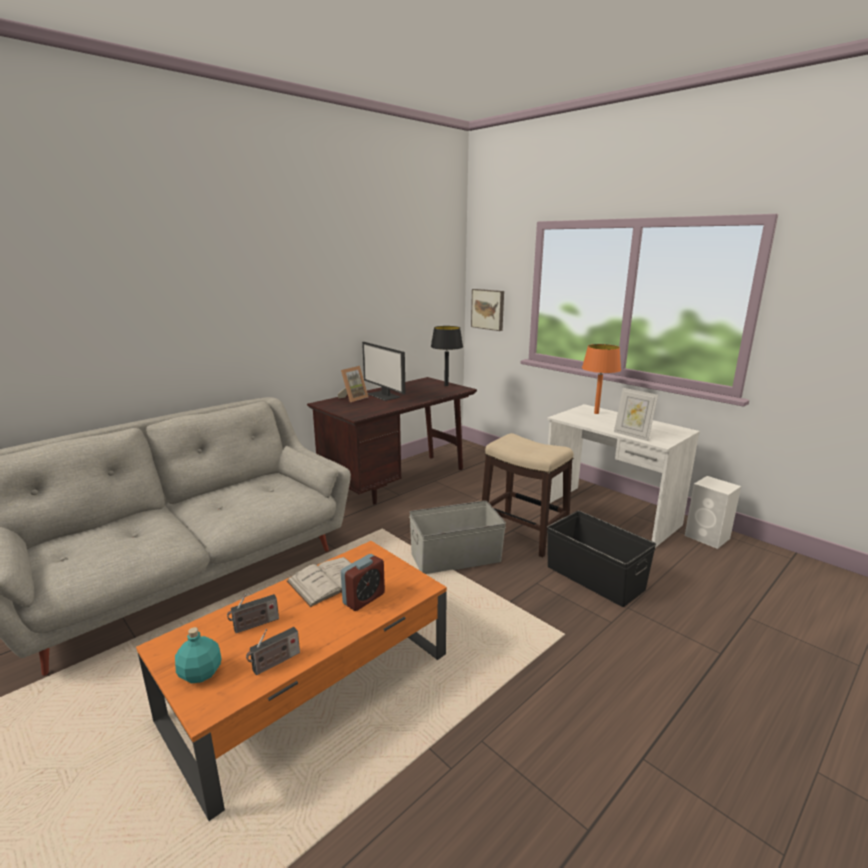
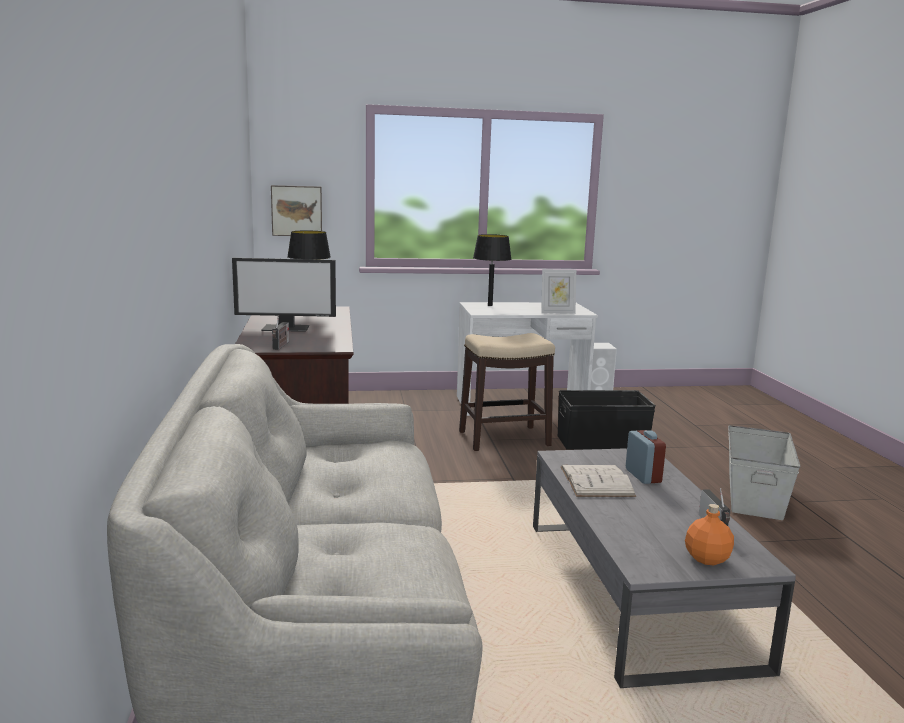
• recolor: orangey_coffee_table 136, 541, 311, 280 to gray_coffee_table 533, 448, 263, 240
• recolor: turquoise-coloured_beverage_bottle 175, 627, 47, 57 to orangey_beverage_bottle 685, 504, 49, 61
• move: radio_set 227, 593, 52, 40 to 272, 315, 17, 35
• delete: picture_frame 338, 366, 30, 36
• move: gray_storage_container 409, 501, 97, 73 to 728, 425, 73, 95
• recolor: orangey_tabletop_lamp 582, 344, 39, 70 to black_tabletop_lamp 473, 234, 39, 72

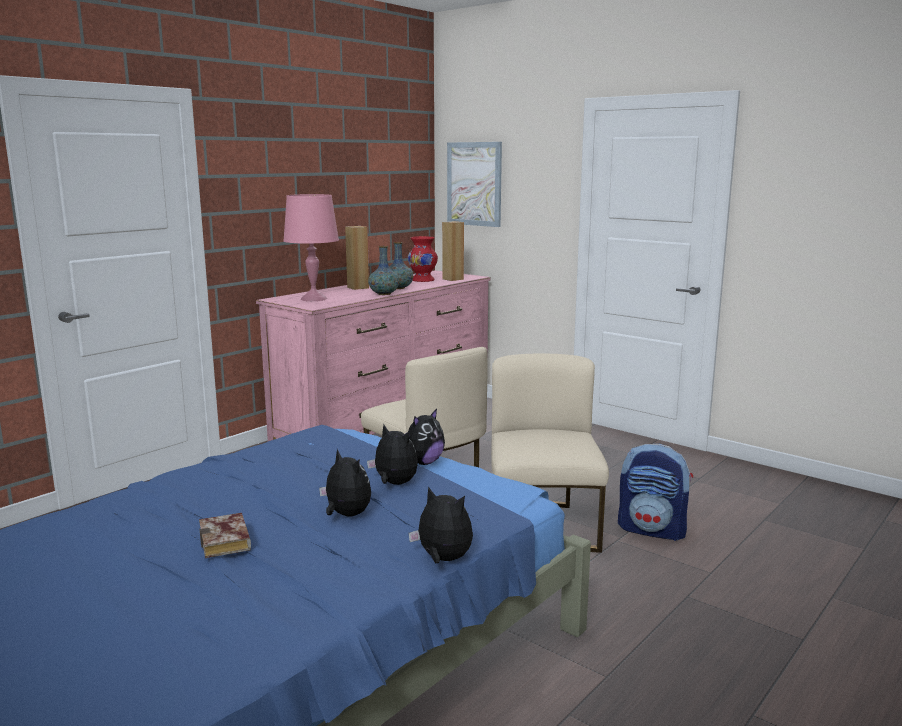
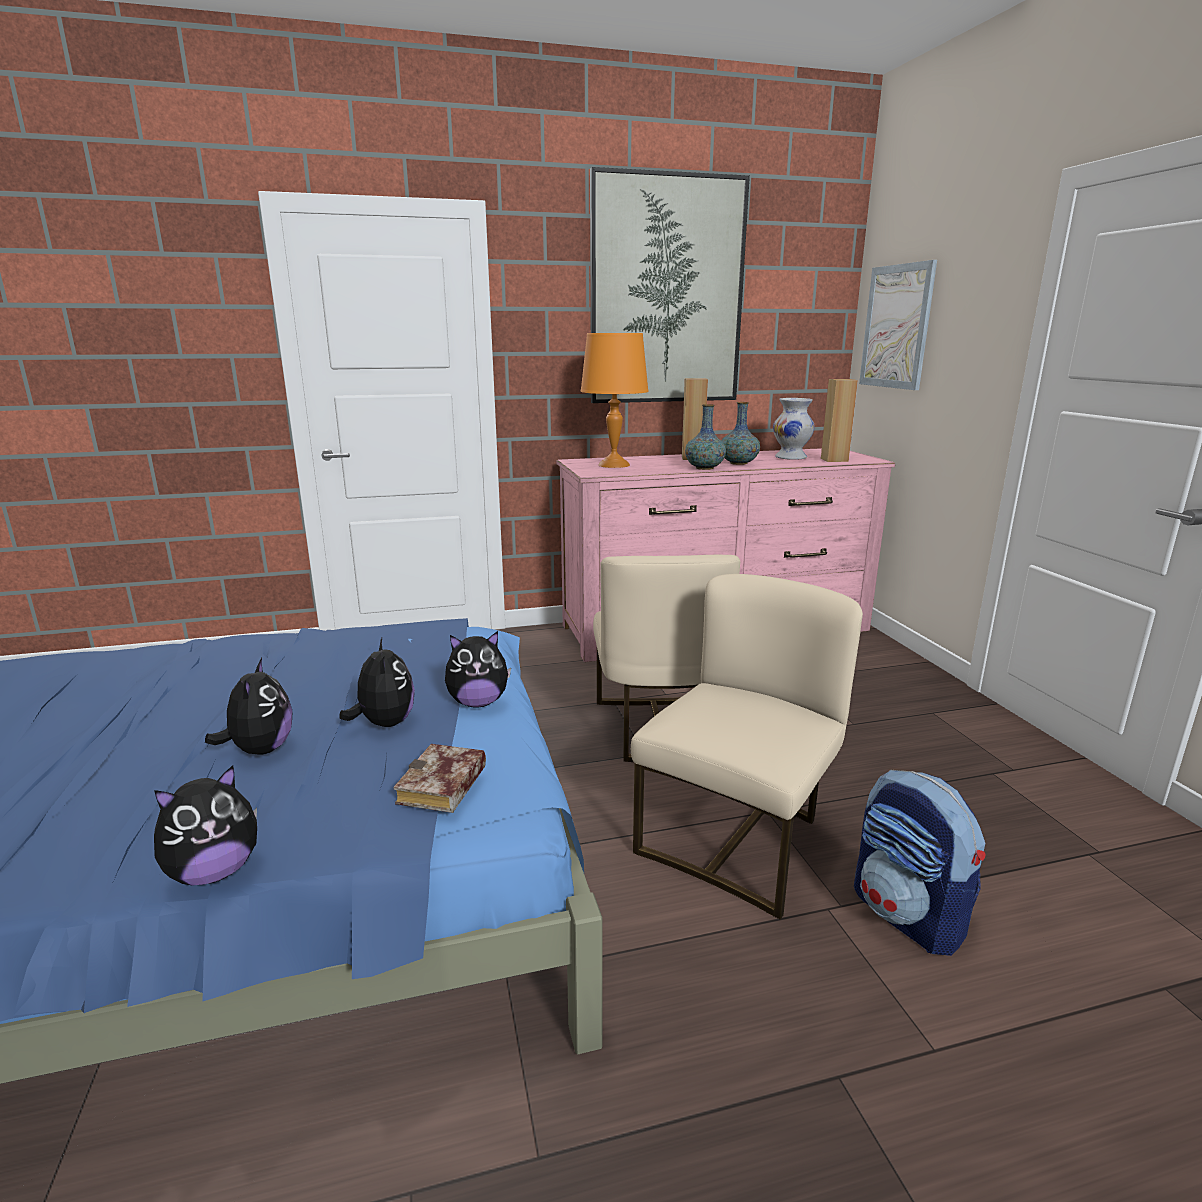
• move: book 199, 513, 52, 45 to 393, 744, 93, 69
• recolor: pink_tabletop_lamp 283, 194, 56, 107 to orangey_tabletop_lamp 580, 333, 69, 135
• recolor: reddish_flower_vase 408, 236, 30, 46 to white-coloured_flower_vase 773, 398, 42, 62
• rotate: soft_toy 408, 486, 65, 78 = 154, 765, 103, 121 75 degrees clockwise
• insert: wall_art 590, 167, 160, 236

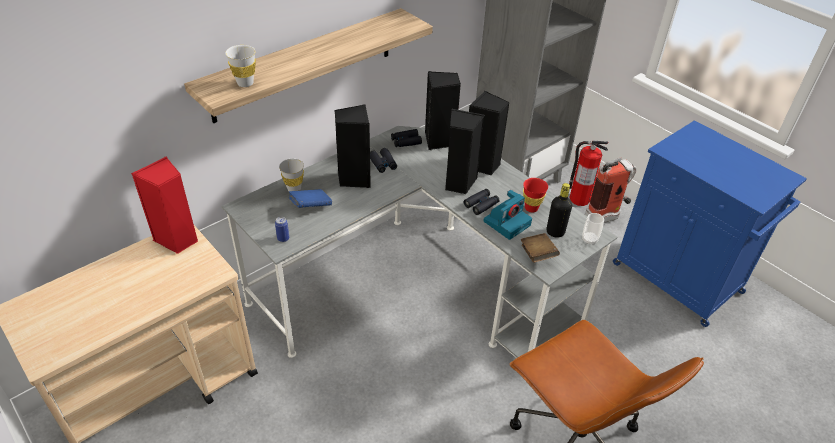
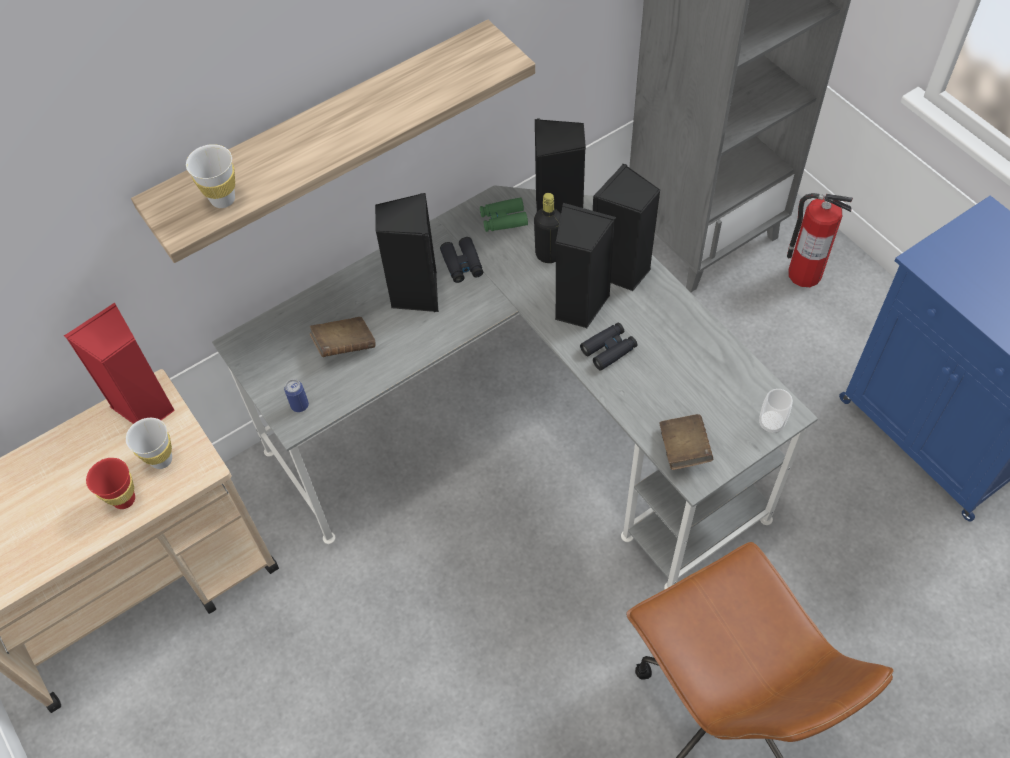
• move: white-coloured_cup 279, 159, 25, 32 to 126, 418, 46, 51
• recolor: bluish_book 288, 189, 44, 19 to brownish_book 310, 317, 65, 40
• recolor: black_field_glasses 391, 129, 31, 18 to green_field_glasses 480, 197, 48, 35
• delete: still_camera 483, 190, 49, 50
• move: reddish_cup 523, 178, 25, 34 to 86, 458, 49, 51
• move: black_beverage_bottle 547, 183, 25, 55 to 534, 193, 27, 70
• delete: fire_extinguisher 585, 157, 52, 66

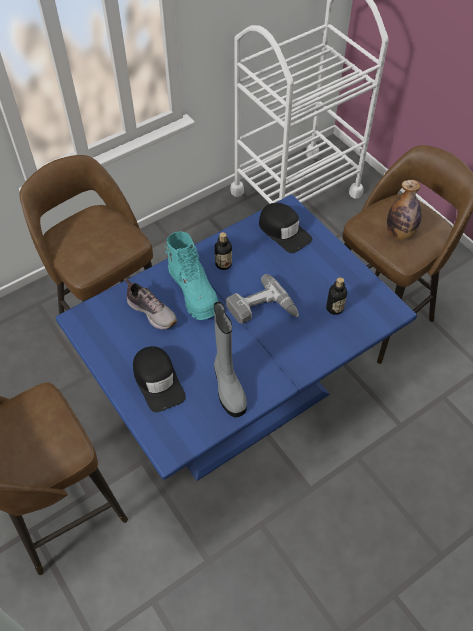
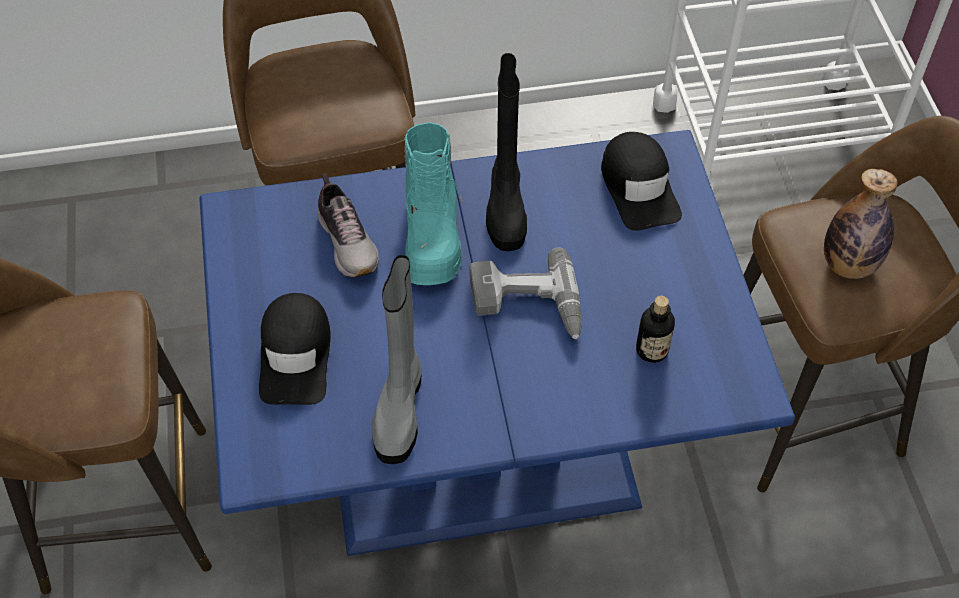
• replace: beverage_bottle 215, 232, 17, 38 to black_high-top_boot 486, 53, 41, 198

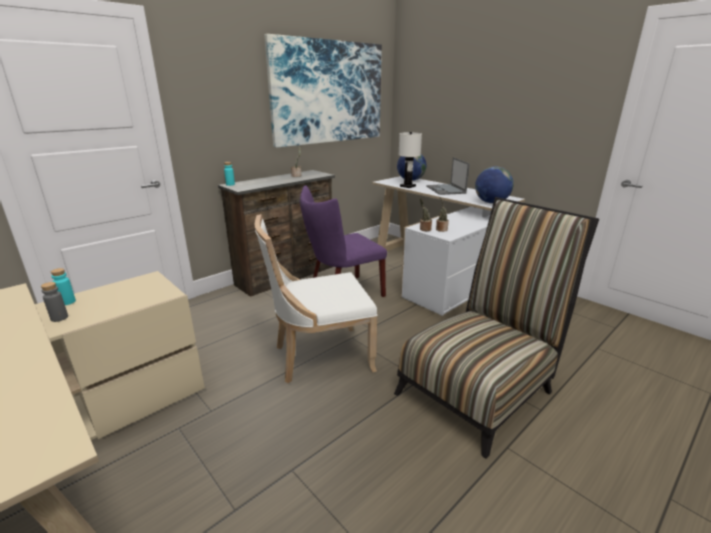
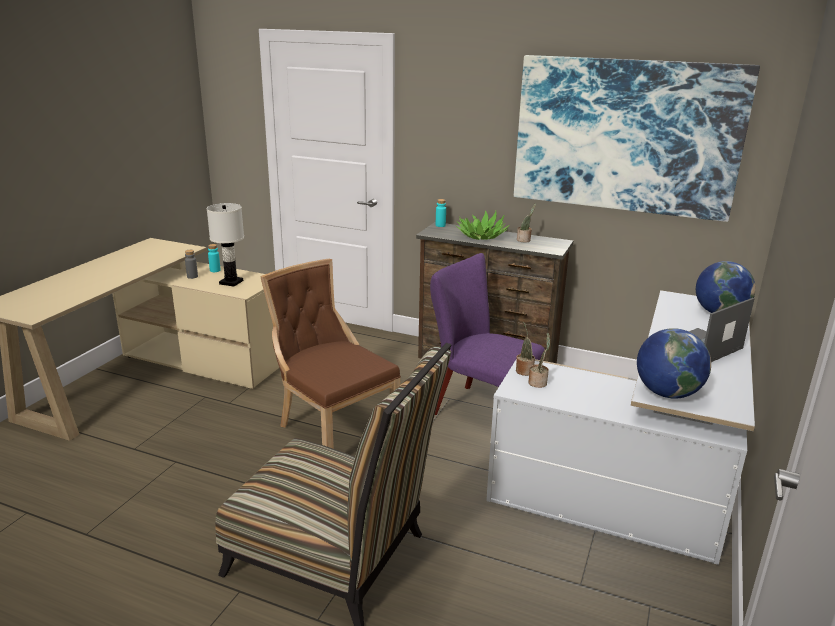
• recolor: white-coloured_plain_chair 255, 214, 123, 169 to brownish_plain_chair 260, 259, 141, 190
• move: white-coloured_tabletop_lamp 398, 132, 24, 56 to 207, 203, 37, 84
• insert: potted_plant 455, 210, 54, 30

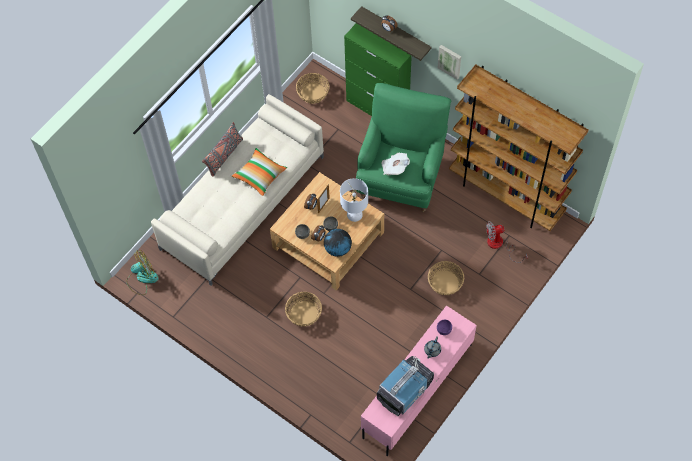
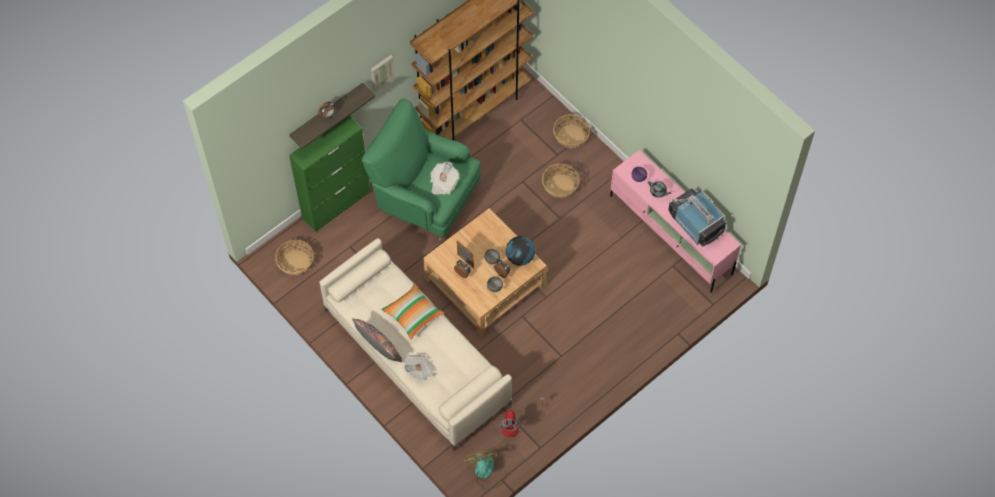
• move: household_basket 285, 292, 37, 35 to 553, 114, 37, 34
• delete: white-coloured_tabletop_lamp 340, 178, 28, 44
• move: cooling_fan 486, 221, 42, 42 to 499, 398, 46, 39
• insert: newspaper 403, 355, 34, 25

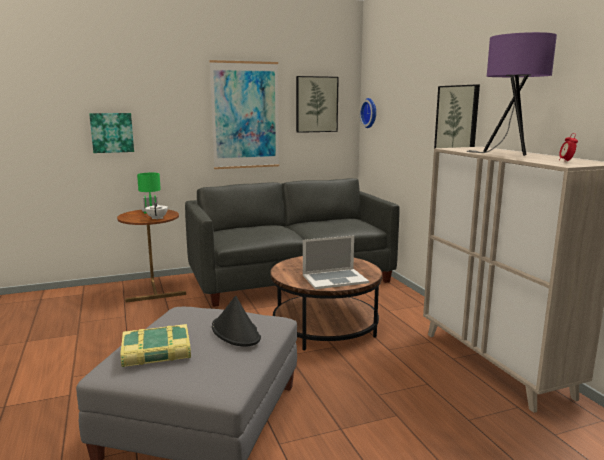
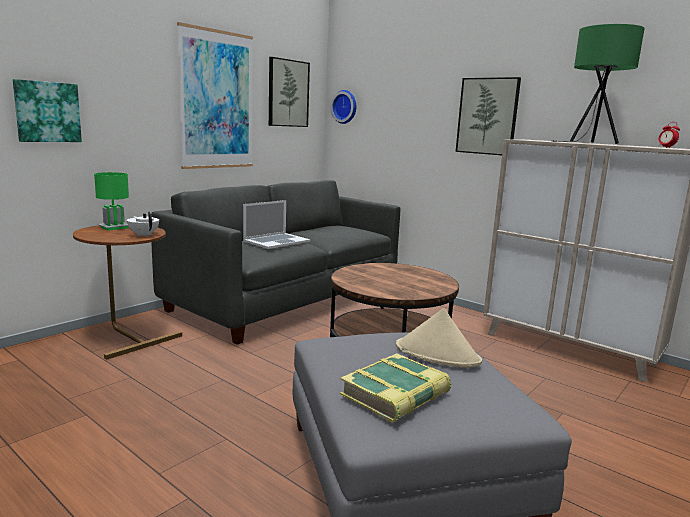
• recolor: black_hat 212, 296, 49, 51 to sand-coloured_hat 396, 308, 86, 60
• move: notebook_computer 303, 236, 66, 53 to 243, 200, 67, 49
• recolor: purple-coloured_tabletop_lamp 467, 32, 90, 124 to green_tabletop_lamp 551, 24, 94, 120

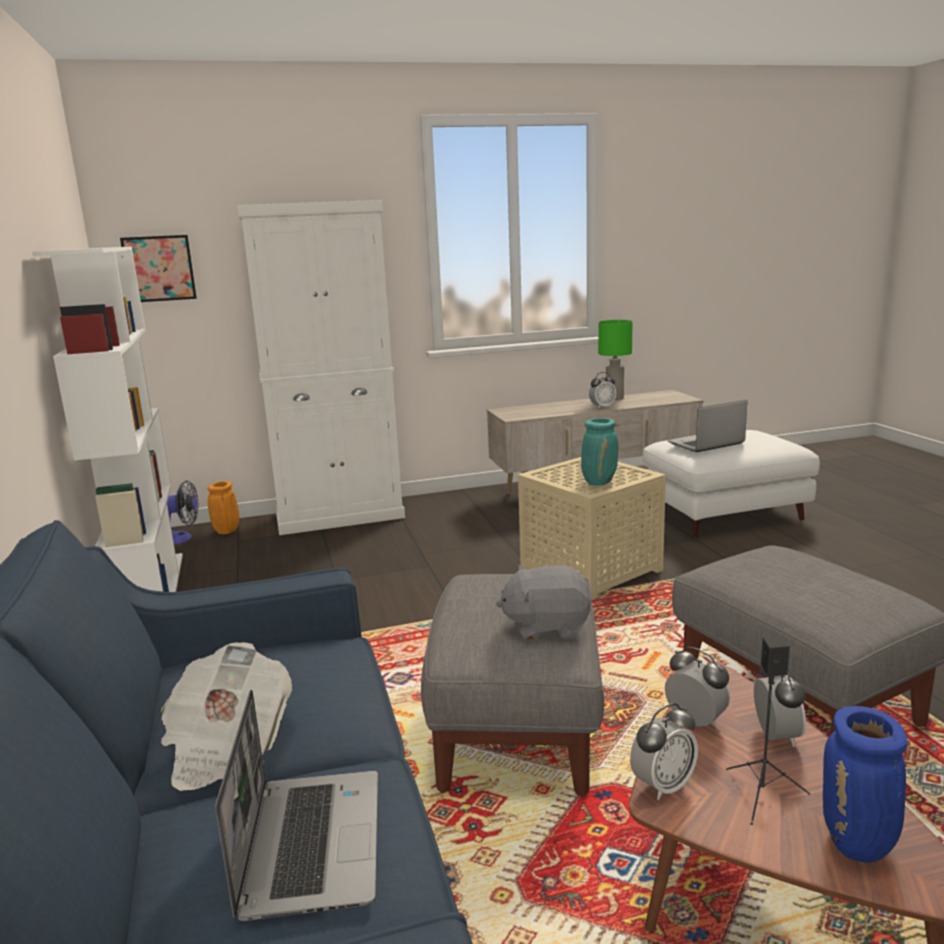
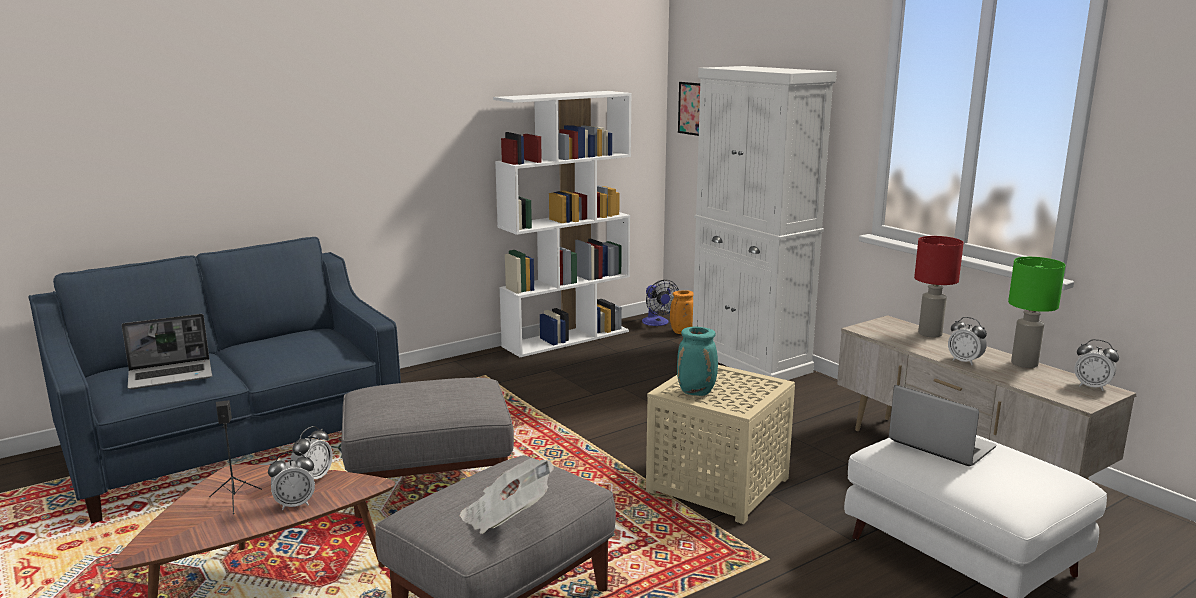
• move: newspaper 160, 642, 132, 149 to 460, 458, 94, 76
• delete: gray_soft_toy 496, 565, 96, 75
• move: bedside_clock 630, 703, 68, 97 to 1075, 339, 44, 52
• delete: bluish_flower_vase 823, 706, 85, 156
• insert: reddish_tabletop_lamp 914, 236, 50, 101

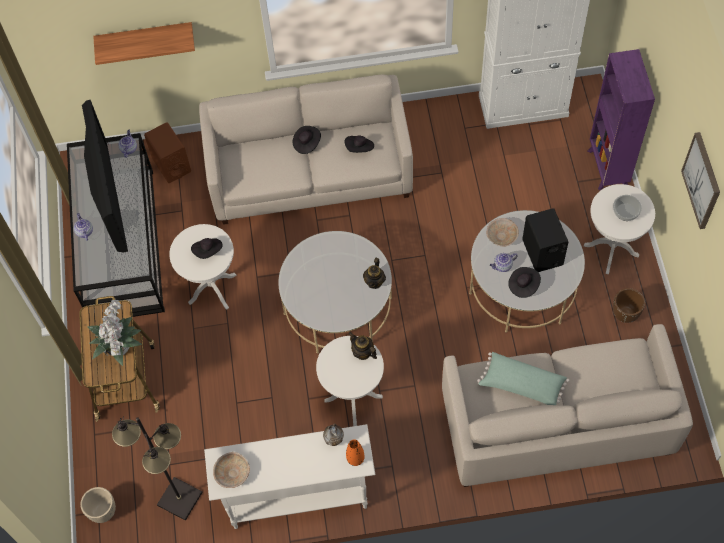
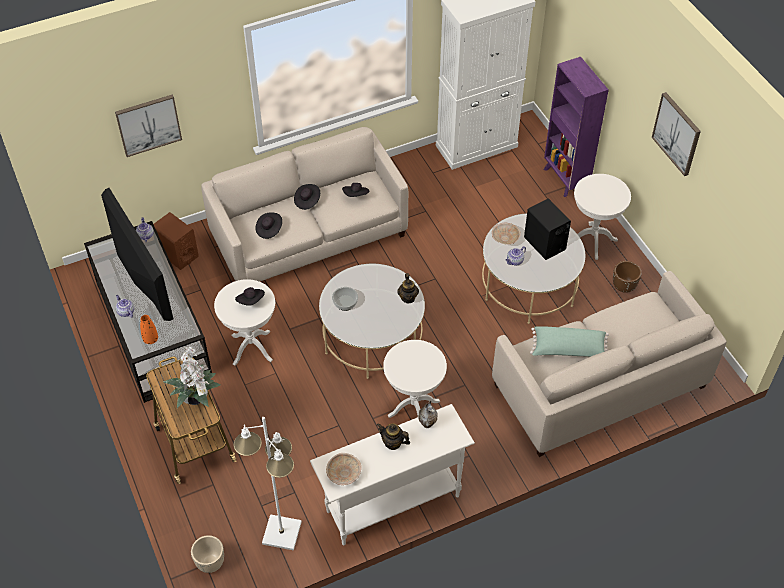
• replace: bracket_shelf 93, 22, 102, 43 to wall_art 115, 94, 67, 63
• recolor: black_standard_lamp 112, 416, 91, 105 to white-coloured_standard_lamp 233, 417, 69, 134
• move: orangey_flower_vase 346, 439, 18, 27 to 140, 315, 18, 29
• move: teapot 349, 332, 28, 28 to 377, 423, 33, 27
• move: black_hat 508, 267, 33, 31 to 255, 212, 27, 27
• move: serving_bowl 613, 195, 29, 26 to 332, 287, 26, 24

